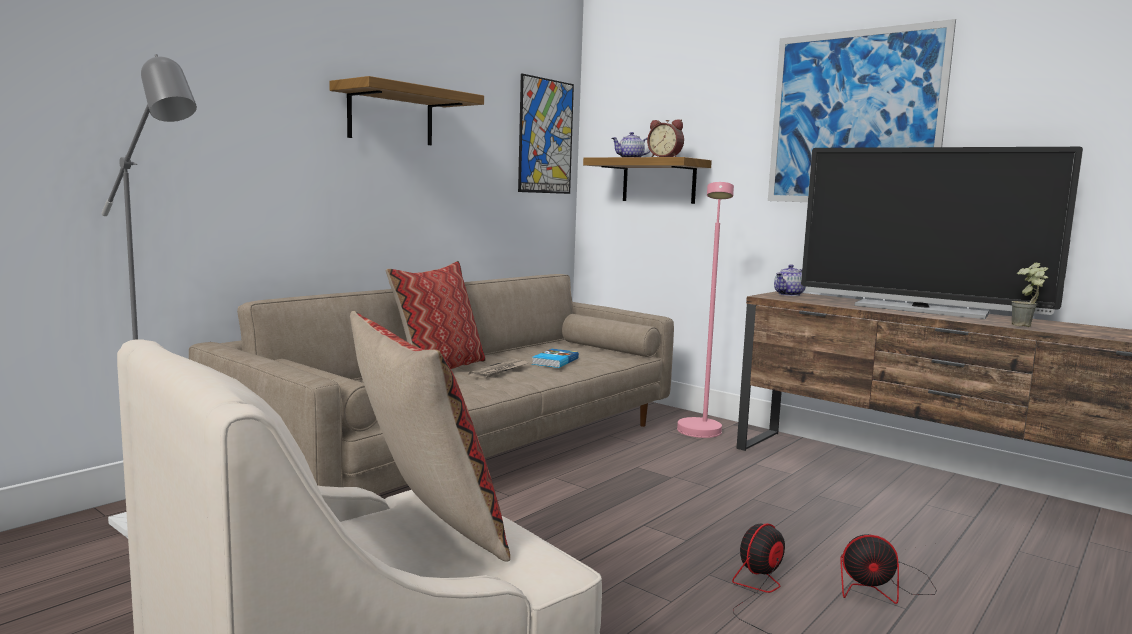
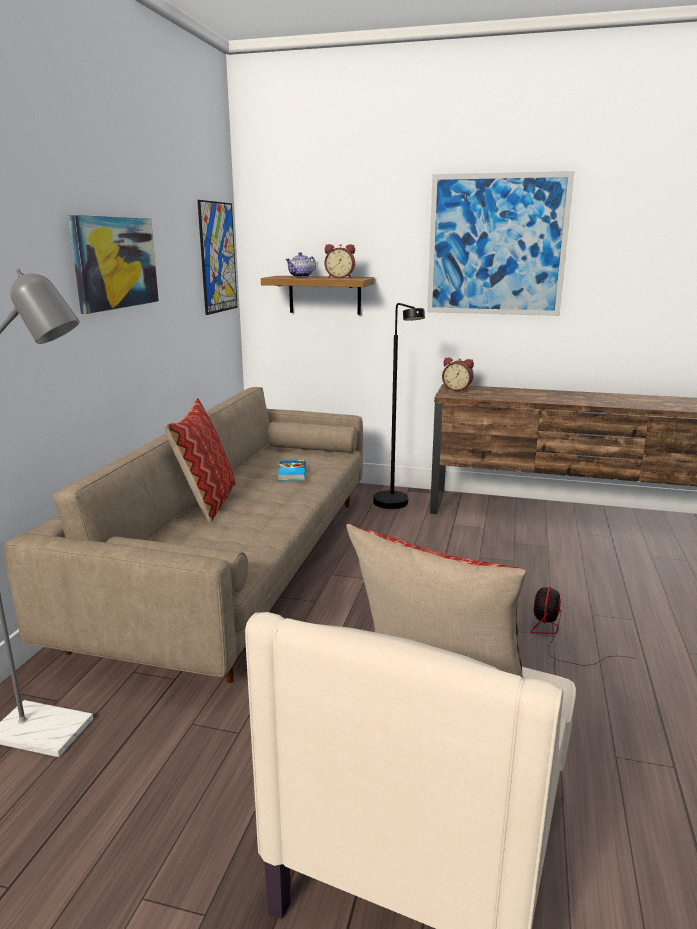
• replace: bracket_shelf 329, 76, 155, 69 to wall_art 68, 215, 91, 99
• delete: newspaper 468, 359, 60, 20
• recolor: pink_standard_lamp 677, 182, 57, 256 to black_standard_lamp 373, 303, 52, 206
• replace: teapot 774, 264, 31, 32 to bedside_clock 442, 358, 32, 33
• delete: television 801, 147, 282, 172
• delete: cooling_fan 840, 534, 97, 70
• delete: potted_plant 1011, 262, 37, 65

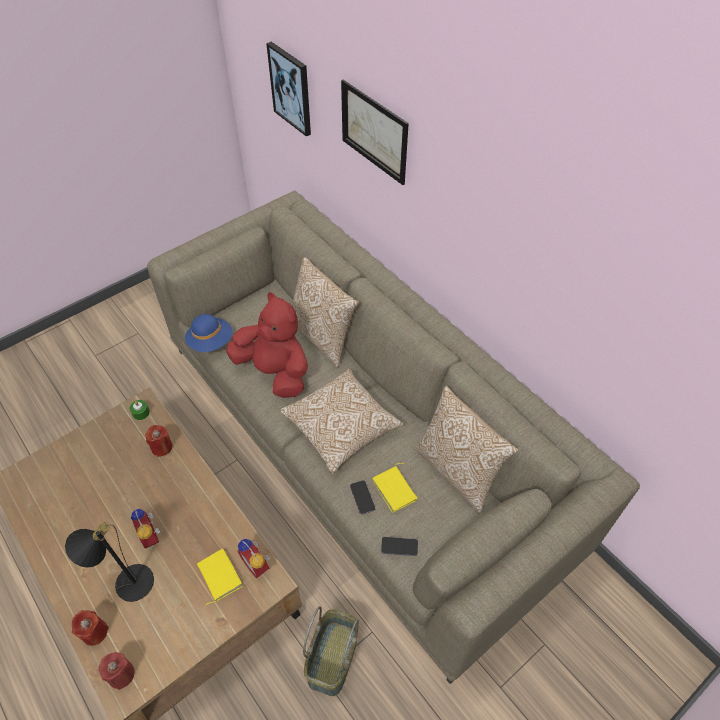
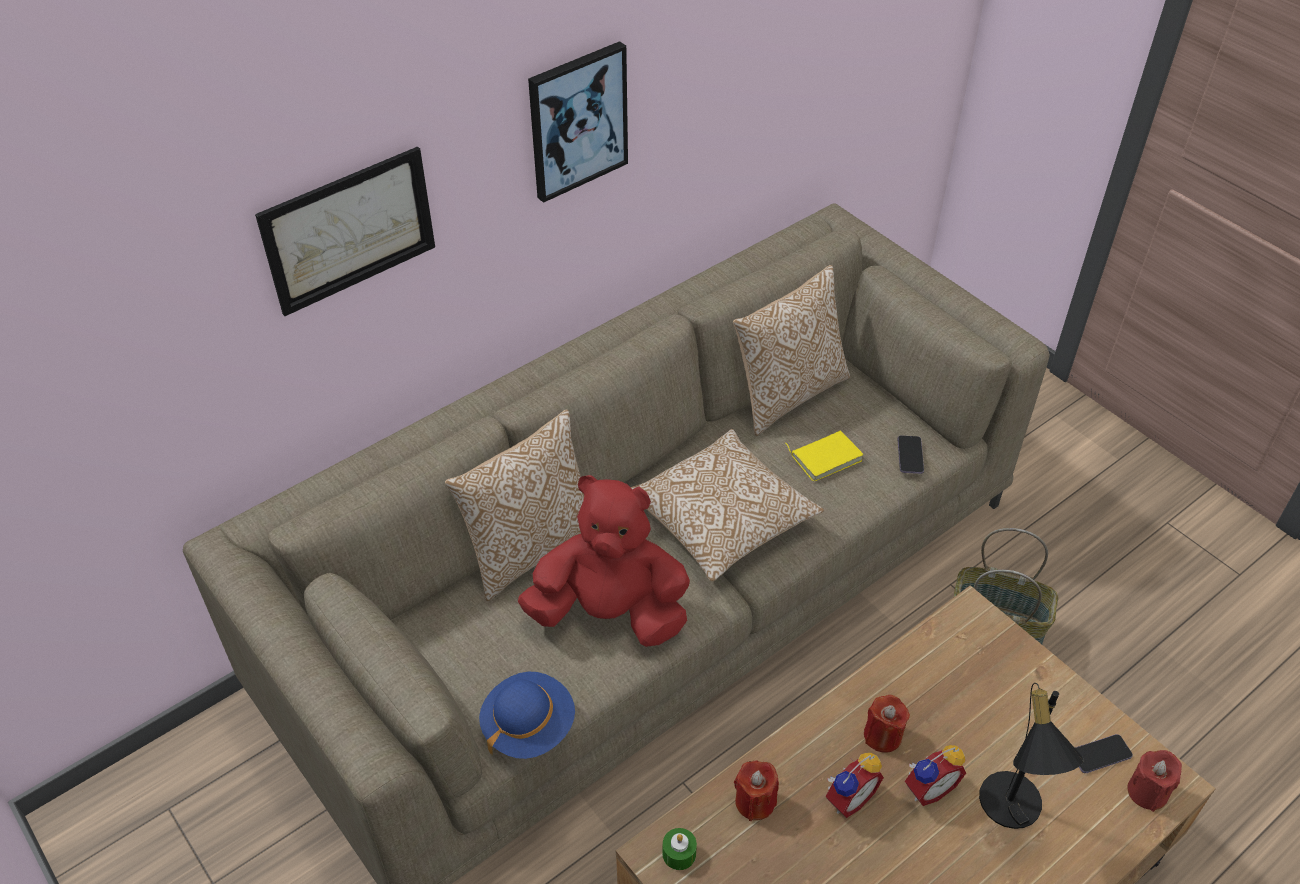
• move: reddish_wax_light 72, 610, 37, 36 to 864, 695, 46, 58
• delete: yellow-coloured_book 197, 548, 46, 58
• rotate: reddish_soft_toy 226, 292, 82, 106 = 518, 475, 172, 172 60 degrees clockwise
• move: bedside_clock 237, 539, 33, 39 to 826, 753, 58, 65
• move: wall_art 266, 42, 45, 94 to 528, 41, 100, 162
• move: handset 350, 480, 25, 34 to 1075, 734, 58, 39

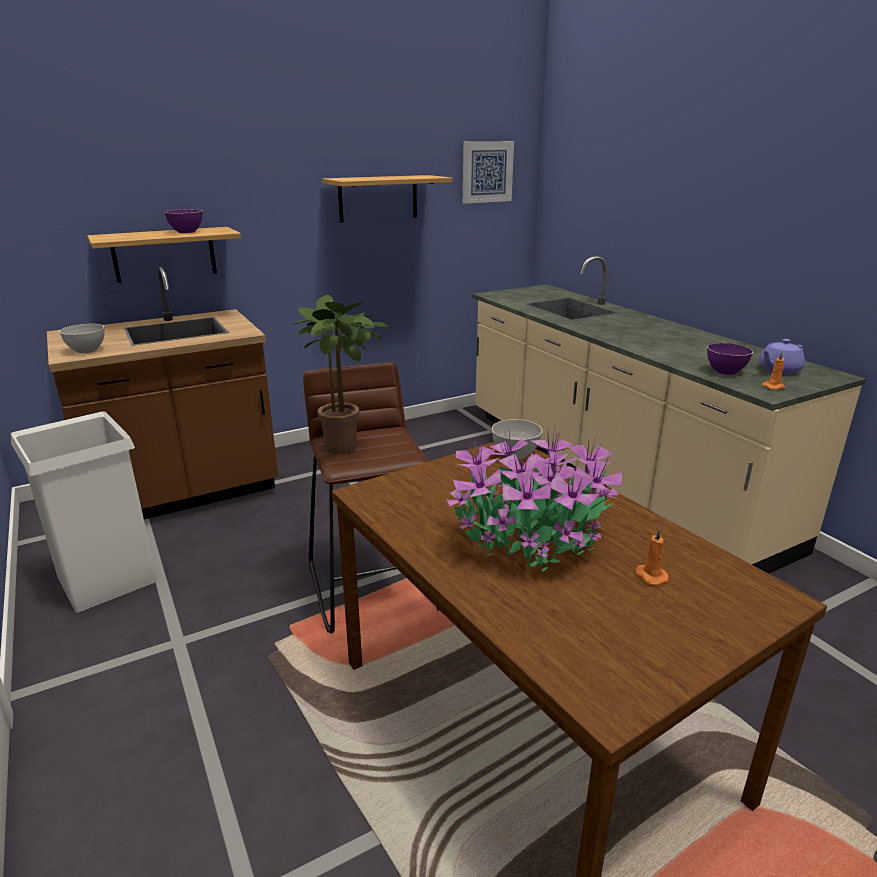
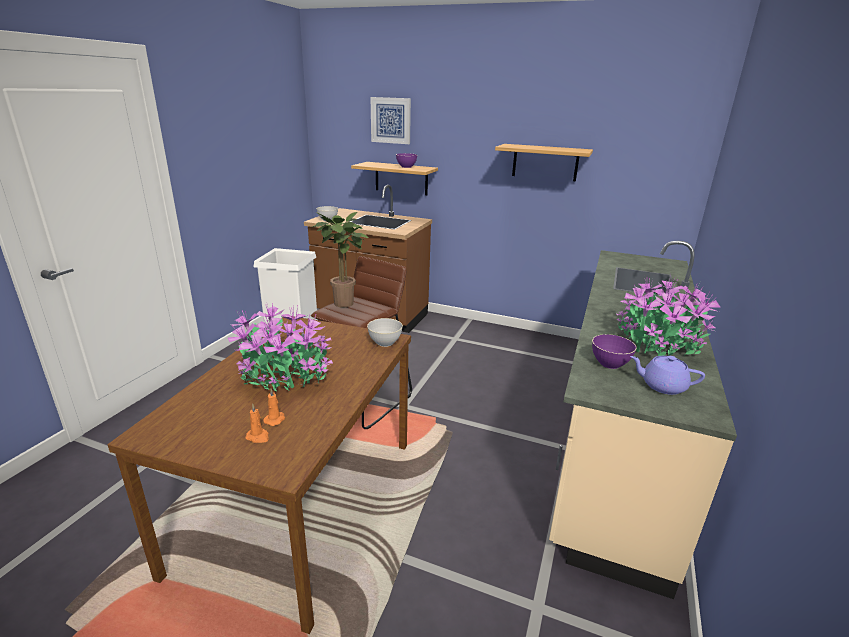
• move: wall_art 463, 141, 51, 63 to 371, 97, 40, 47
• move: orangey_wax_light 763, 352, 22, 38 to 245, 404, 24, 39
• insert: potted_plant 616, 274, 104, 82

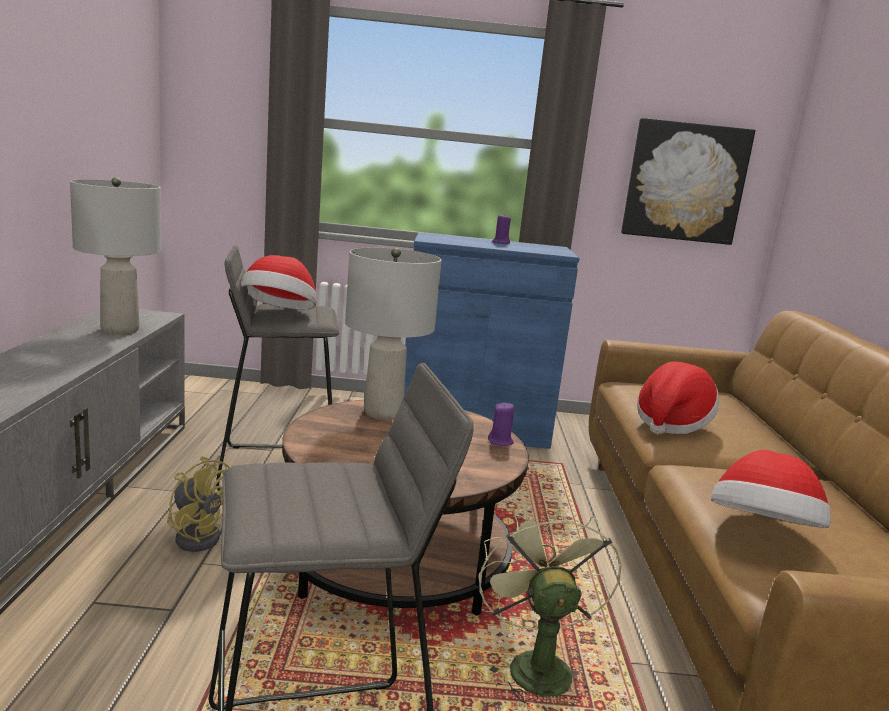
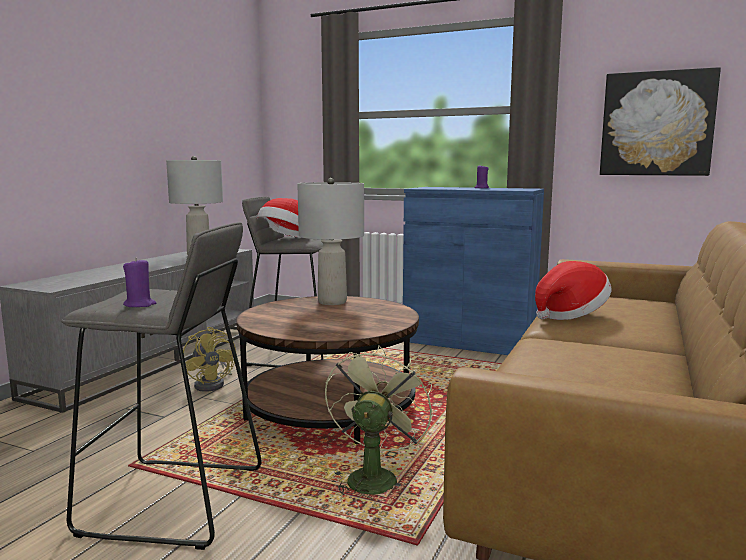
• move: purple-coloured_wax_light 488, 402, 26, 44 to 123, 258, 33, 49
• delete: hat 711, 450, 120, 78

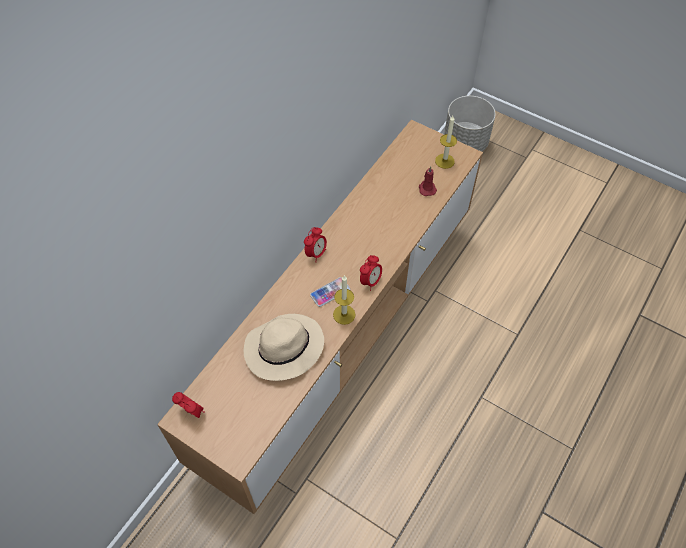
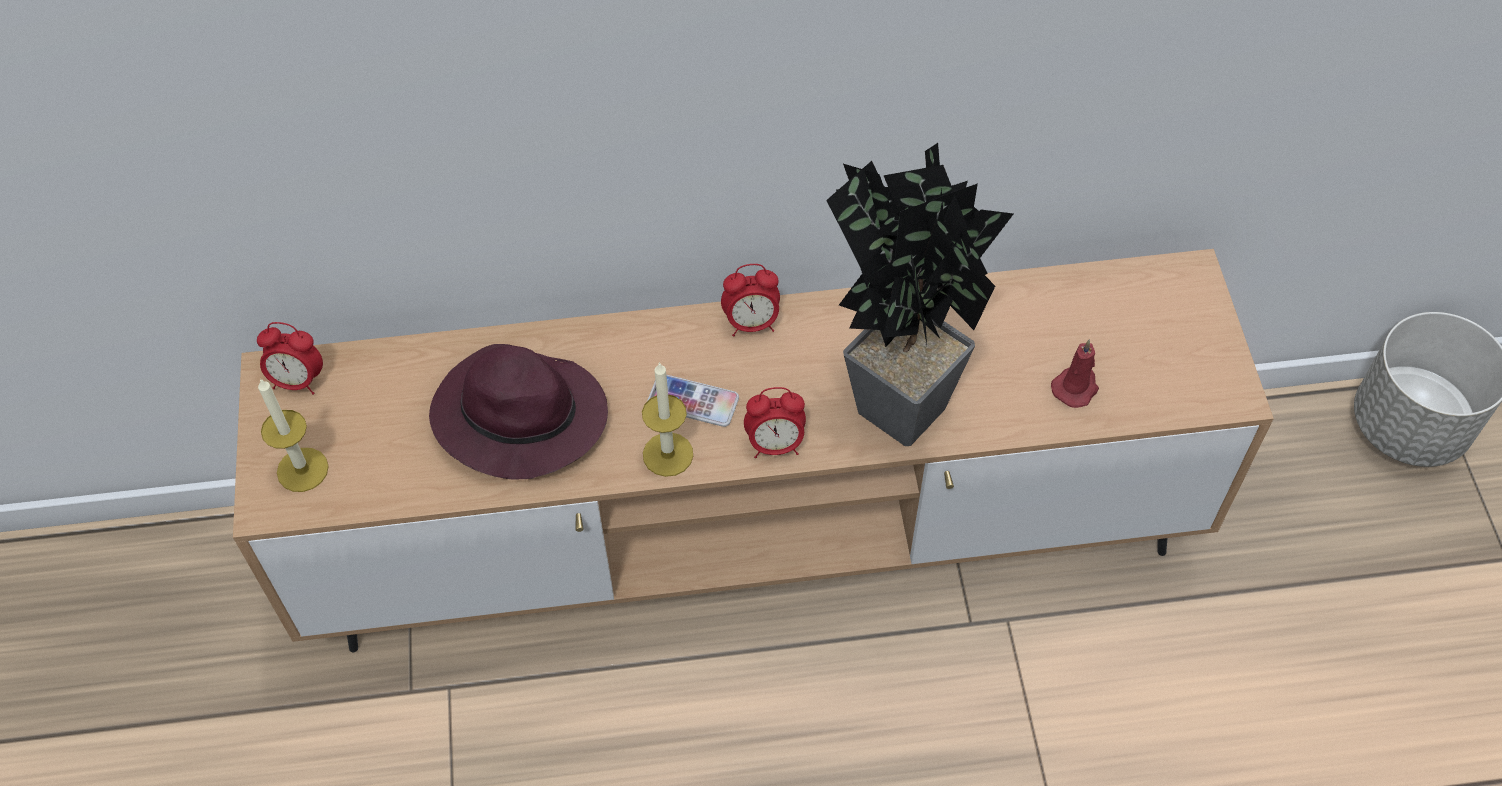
• rotate: bedside_clock 172, 392, 33, 26 = 257, 322, 66, 73 105 degrees clockwise
• recolor: sand-coloured_hat 244, 314, 80, 67 to purple-coloured_hat 429, 344, 179, 136
• move: wax_light 435, 116, 22, 53 to 258, 378, 71, 114
• insert: potted_plant 826, 143, 187, 303

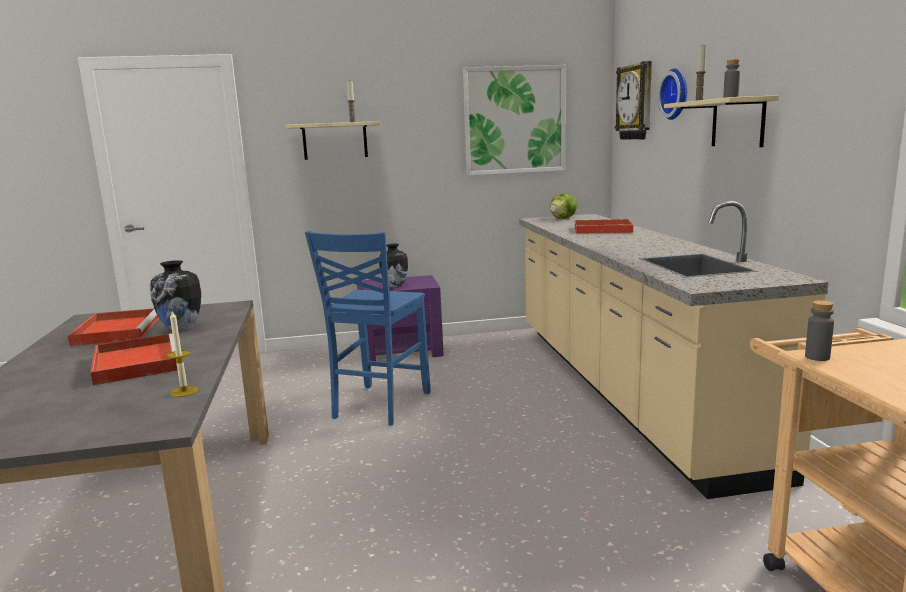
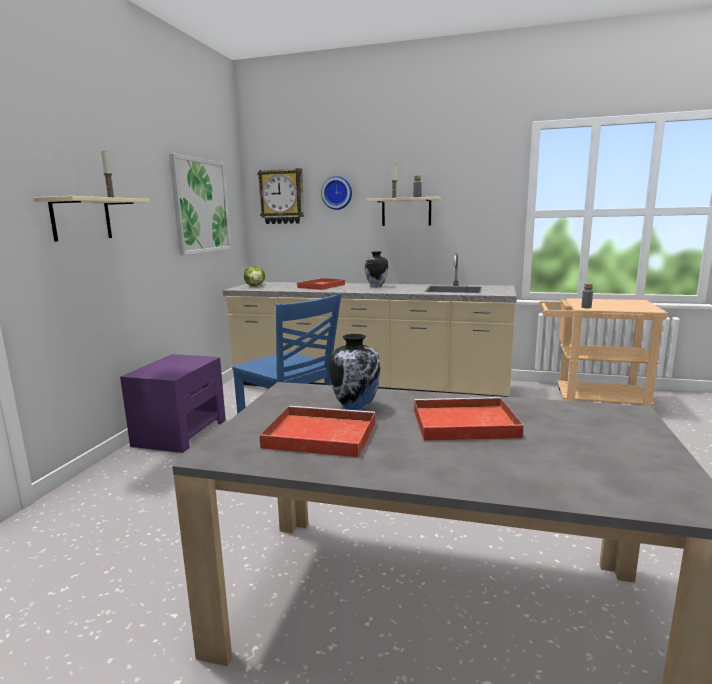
• delete: wax_light 167, 311, 31, 86
• move: flower_vase 379, 244, 29, 44 to 365, 251, 23, 36

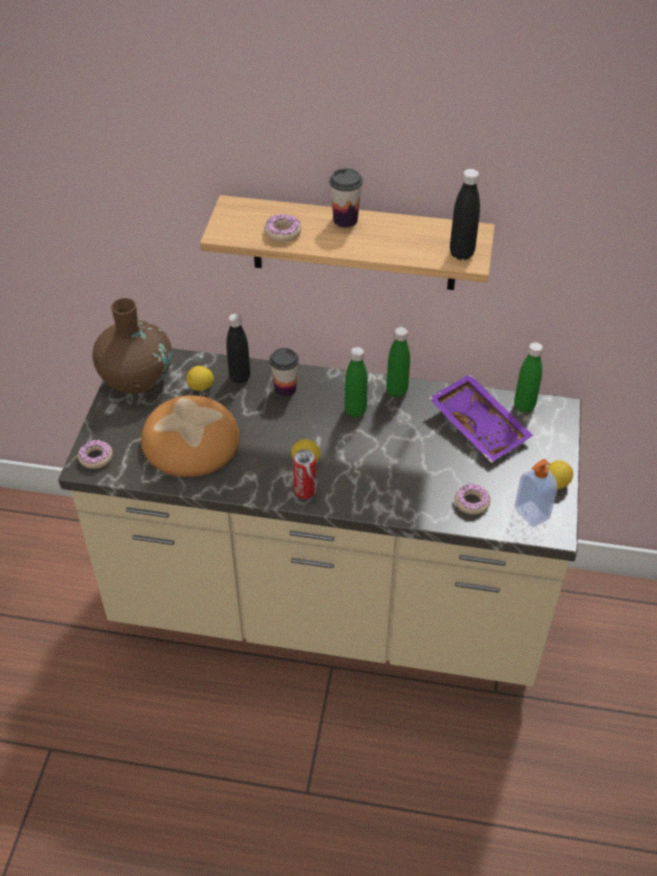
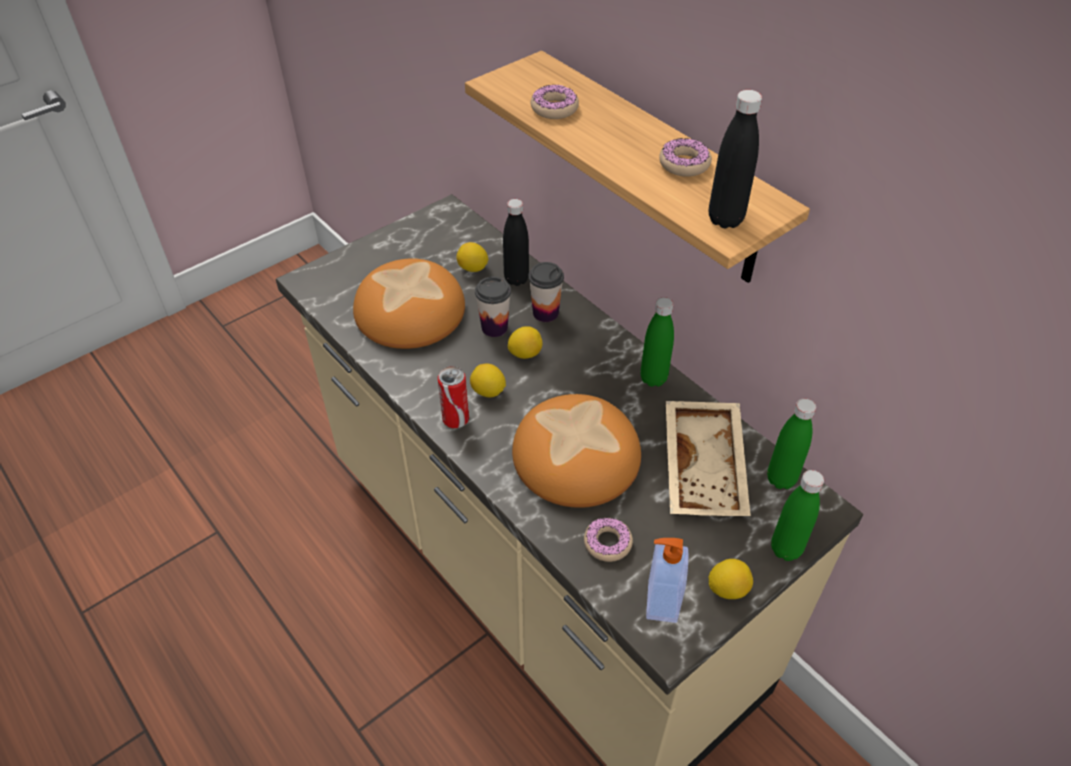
• move: ring_doughnut 78, 440, 35, 29 to 659, 138, 53, 39
• delete: brownish_flower_vase 92, 298, 80, 96
• move: cup 329, 168, 34, 59 to 475, 276, 36, 61
• move: green_beverage_bottle 345, 347, 23, 70 to 771, 470, 53, 91
• recolor: purple-coloured_carrying_tray 429, 374, 104, 89 to sand-coloured_carrying_tray 666, 401, 85, 115
• insert: whole_lemon 508, 326, 34, 33
• insert: bakery_bread 512, 394, 129, 114

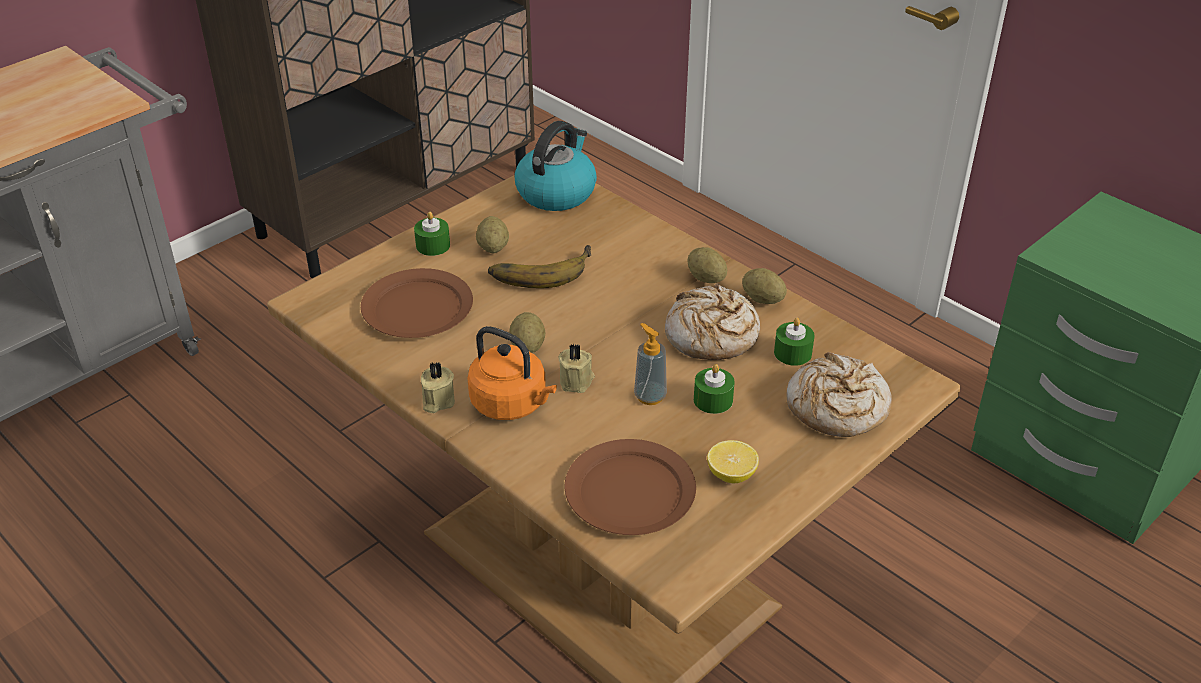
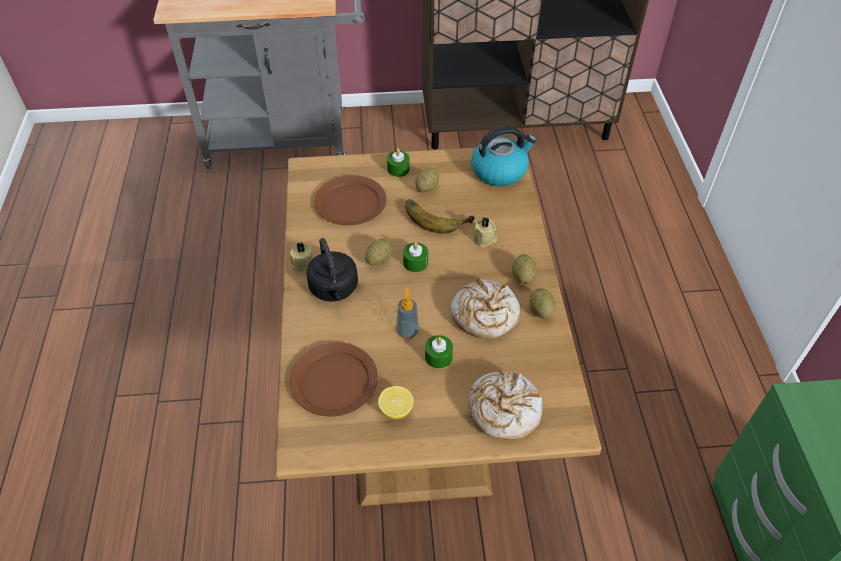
• recolor: orangey_kettle 467, 326, 90, 94 to black_kettle 306, 238, 52, 64
• move: sand-coloured_wax_light 558, 343, 37, 50 to 473, 218, 24, 30
• move: green_wax_light 774, 318, 40, 48 to 403, 242, 25, 30

